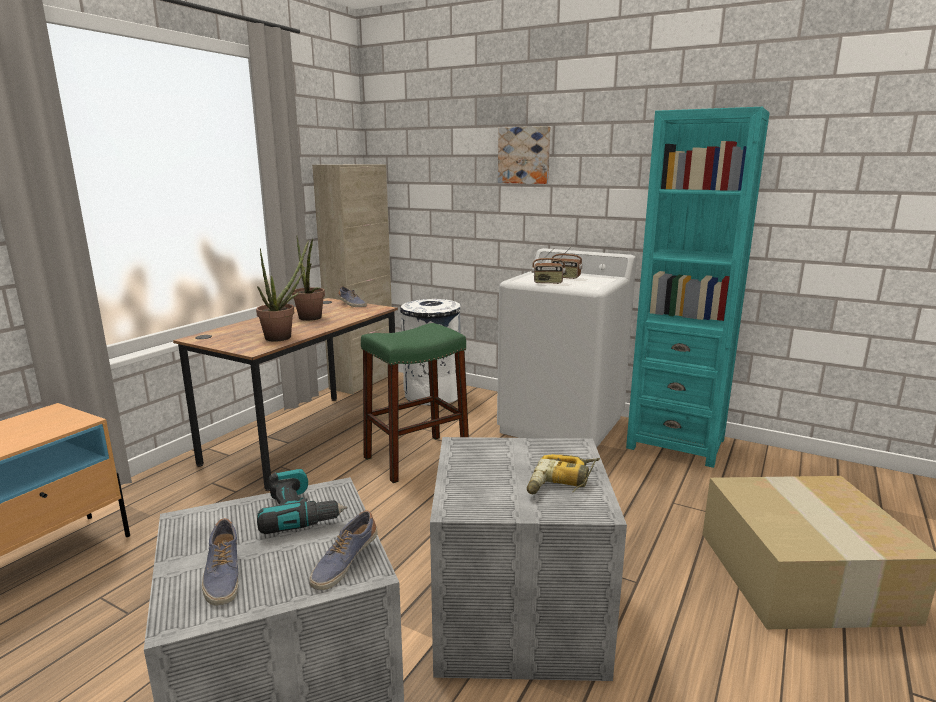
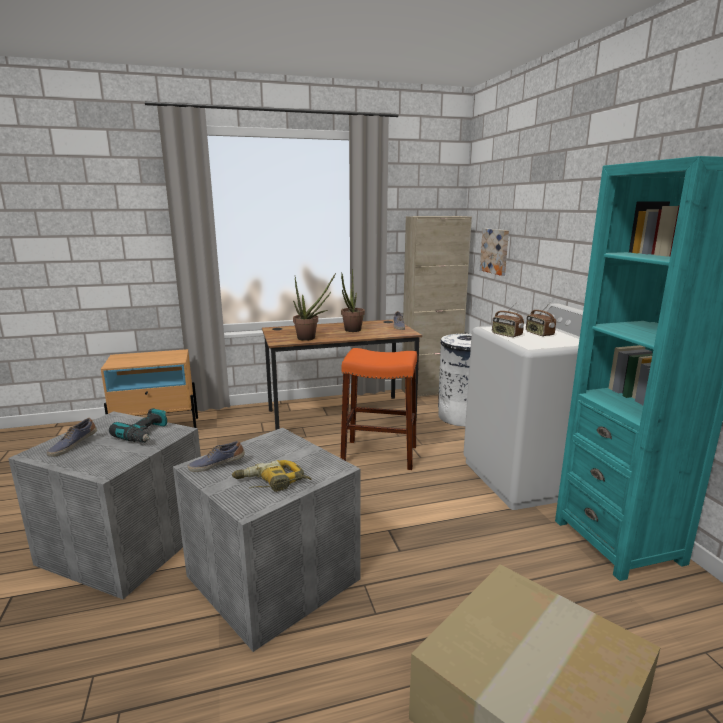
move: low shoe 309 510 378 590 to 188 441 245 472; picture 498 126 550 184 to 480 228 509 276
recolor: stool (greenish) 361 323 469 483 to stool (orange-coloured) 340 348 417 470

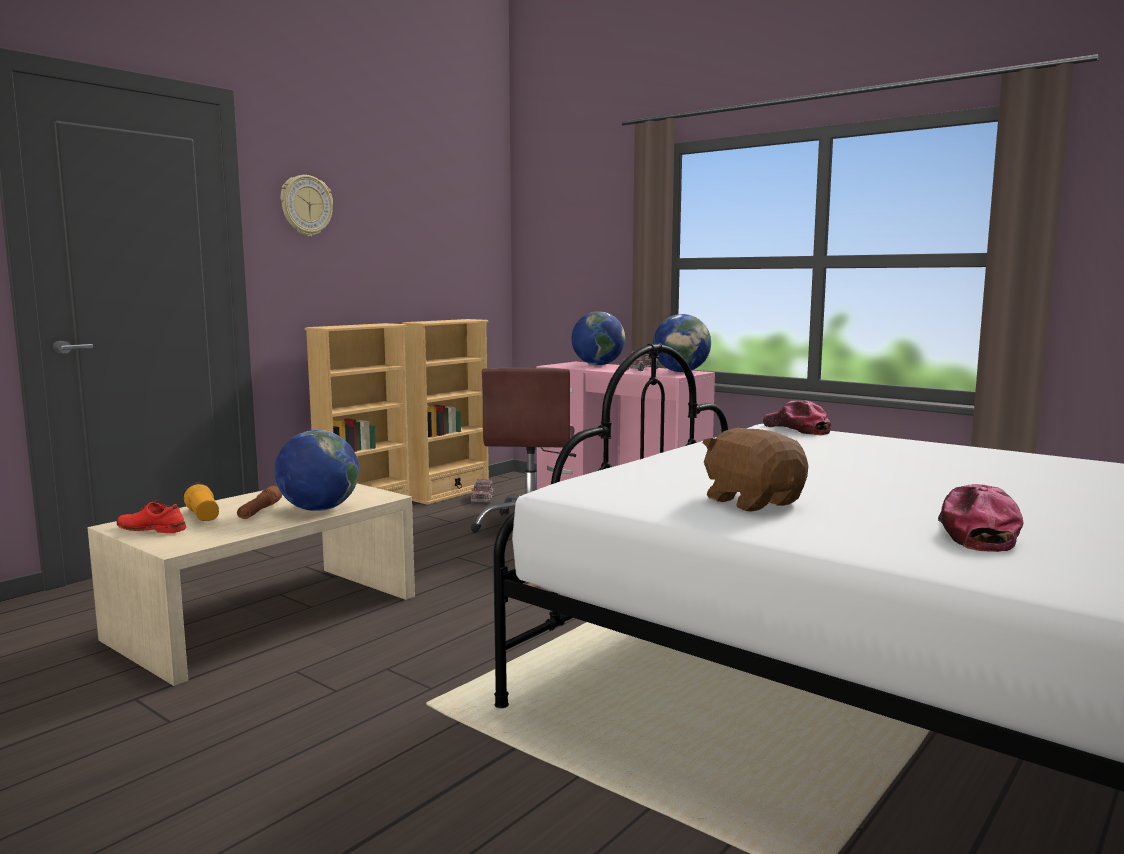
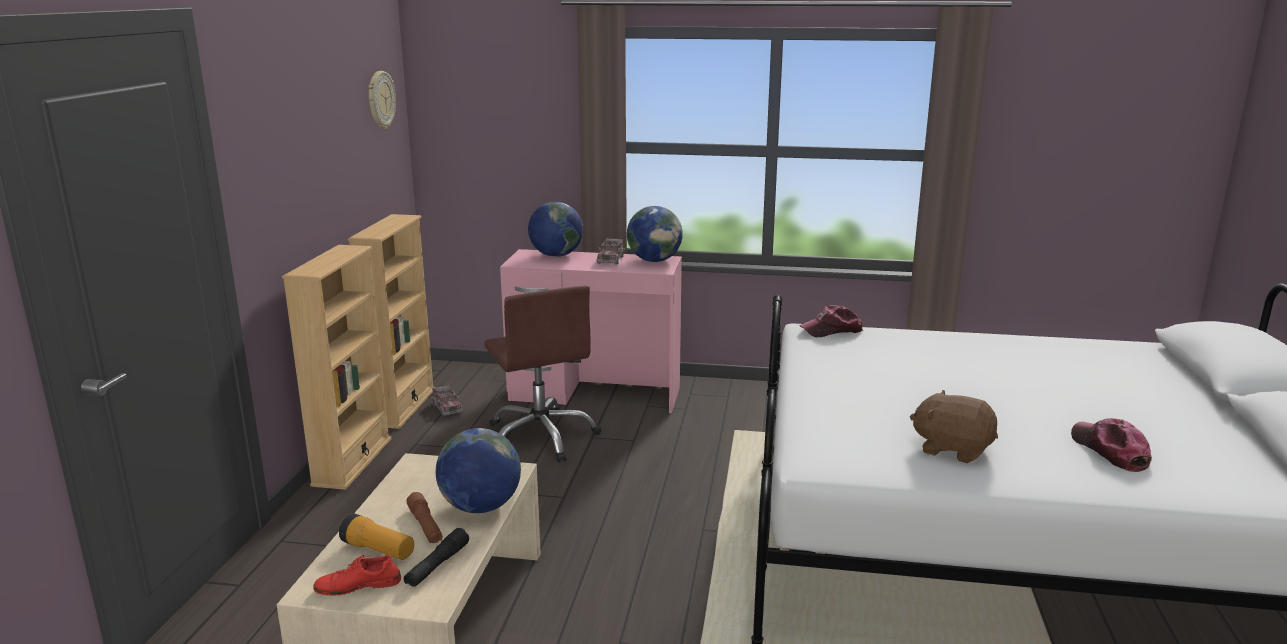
insert: hand torch (black) 404 528 469 587
move: wall clock 281 175 333 237 to 368 71 396 129
rotate: peaked cap 763 401 831 435 = 799 305 863 337 45 degrees counterclockwise

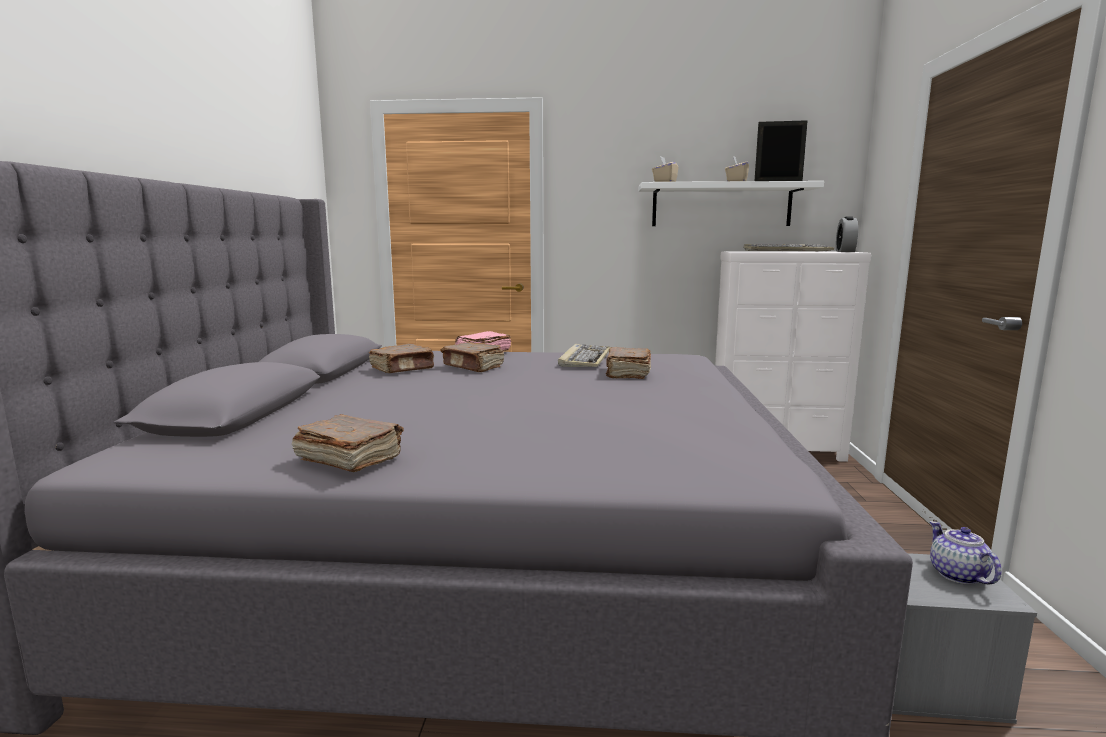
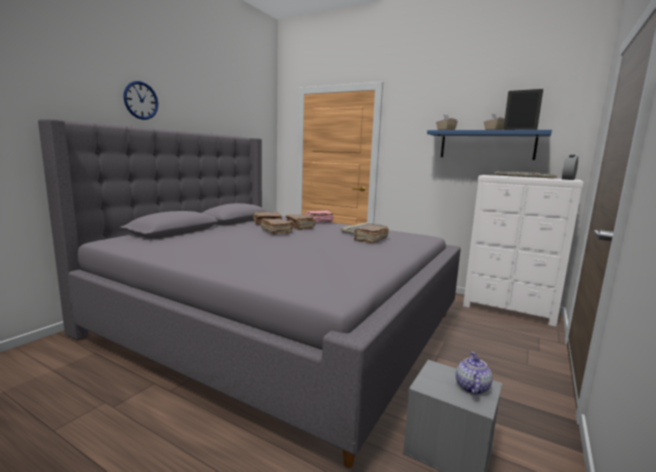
insert: wall clock 123 81 158 120
move: bound book (brown) 292 414 404 472 to 261 218 294 234
recolor: bracket shelf (whitish) 639 181 824 226 to bracket shelf (blue) 427 130 552 160

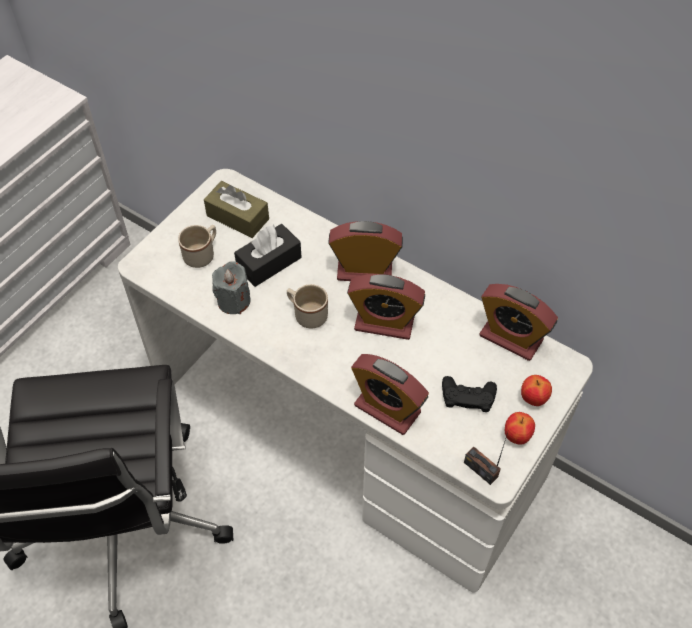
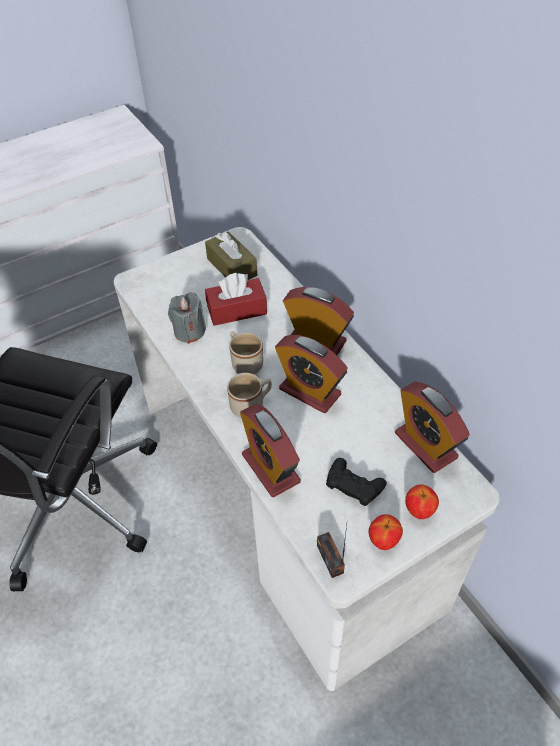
move: coffee mug (sand-coloured) 178 225 216 268 to 227 373 272 417
recolor: tissue box (black) 234 224 301 287 to tissue box (red-coloured) 205 273 267 326

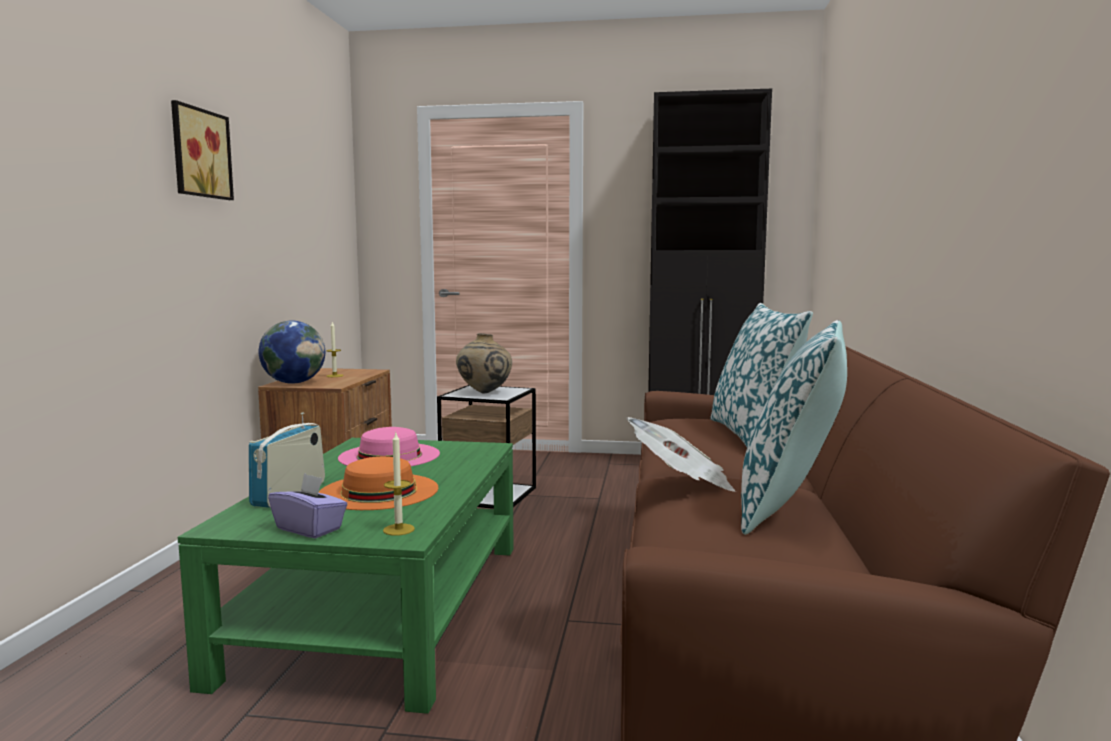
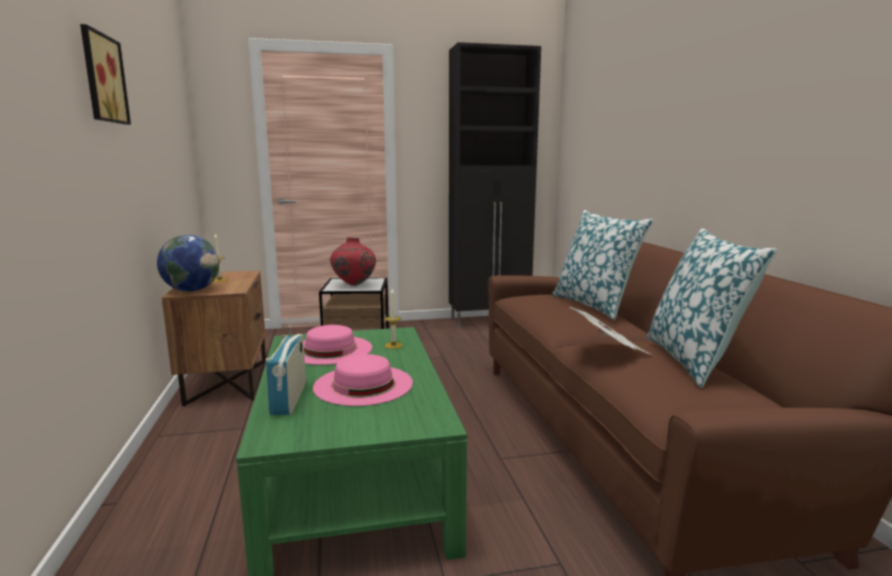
delete: tissue box (purplish) 268 473 348 538
move: wax candle 383 433 415 536 to 384 288 403 349
recolor: clothing hat (orange-coloured) 318 456 438 510 to clothing hat (pink) 313 354 413 406; decorative vase (sand-coloured) 456 333 512 393 to decorative vase (red-coloured) 330 237 376 286

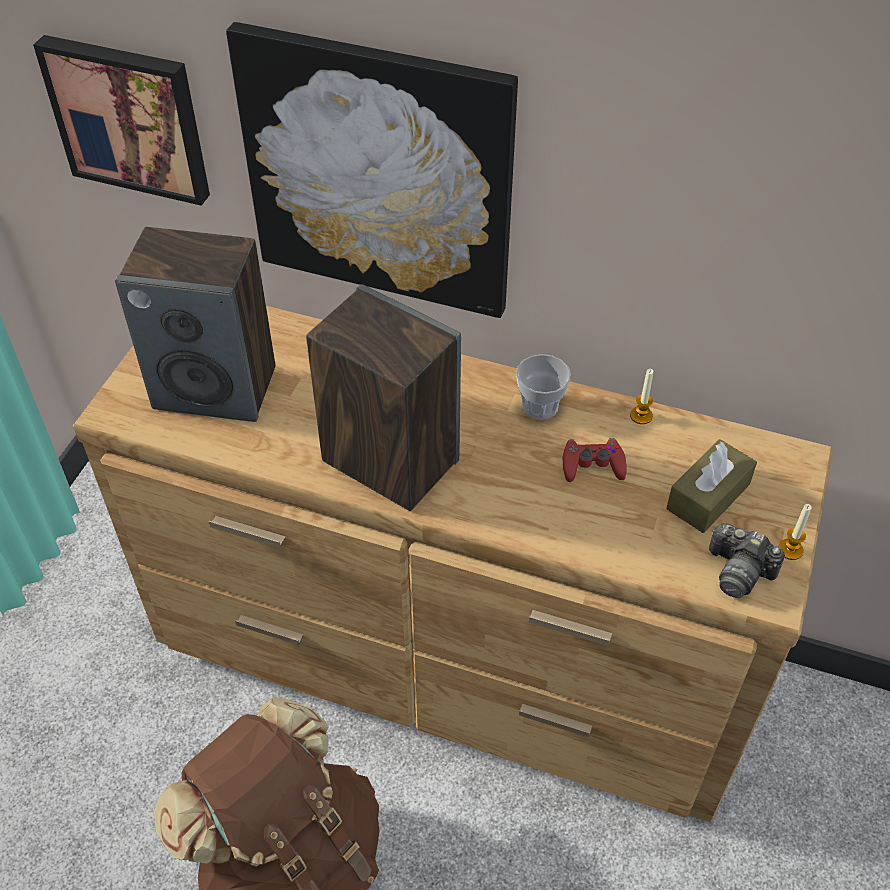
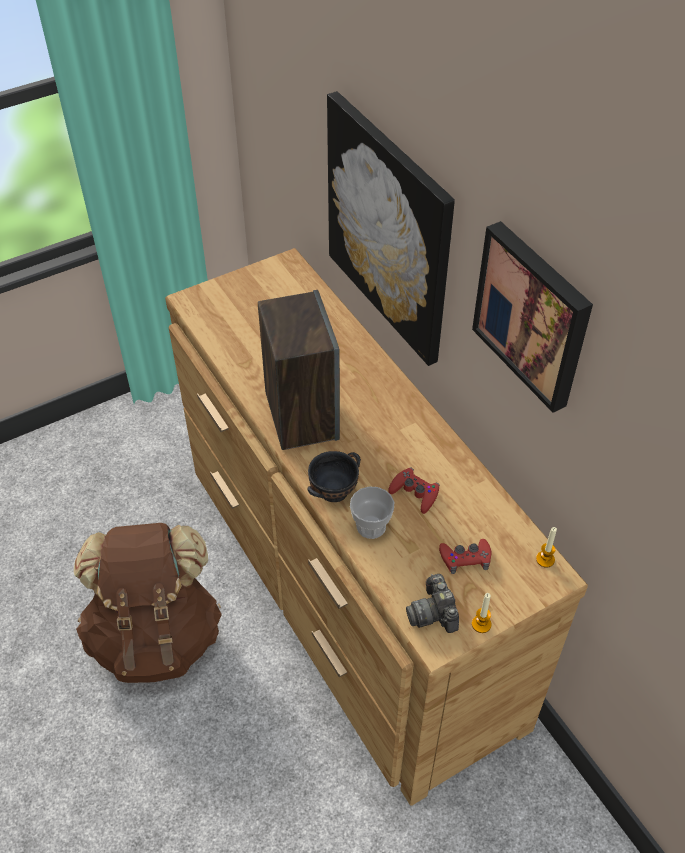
delete: speaker 115 227 275 422
insert: deep dish (black) 307 451 361 502
move: cup 516 354 571 419 to 350 486 394 539; picture 33 35 210 206 to 472 221 593 413; wax candle 630 369 653 424 to 536 527 557 568
replace: tissue box (brown) 666 439 757 533 to game controller (red-coloured) 439 539 491 574

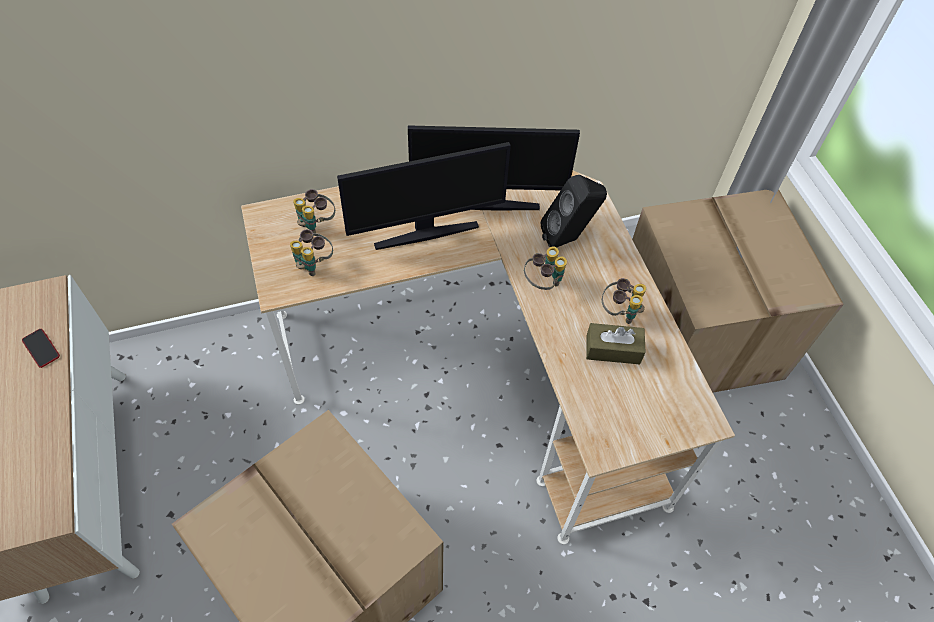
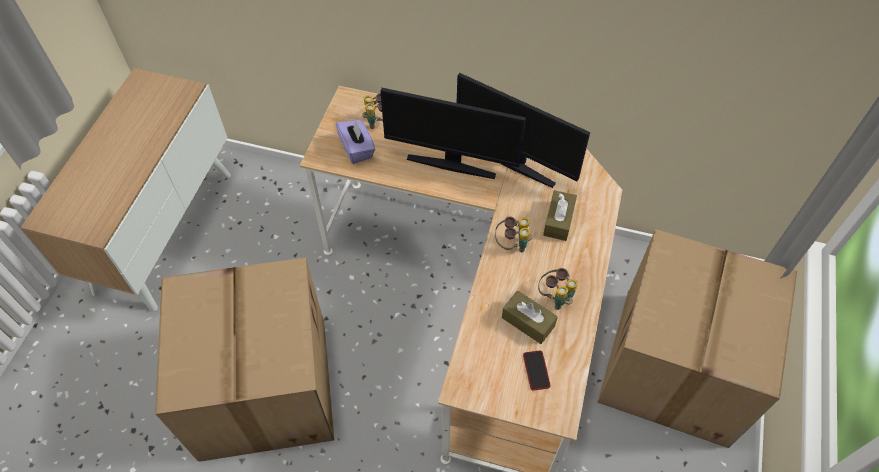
move: phone 22 329 60 368 to 523 351 551 390
replace: field glasses 290 229 333 276 to tissue box (purplish) 336 119 375 164; speaker (black) 540 175 607 247 to tissue box (brown) 543 190 577 241

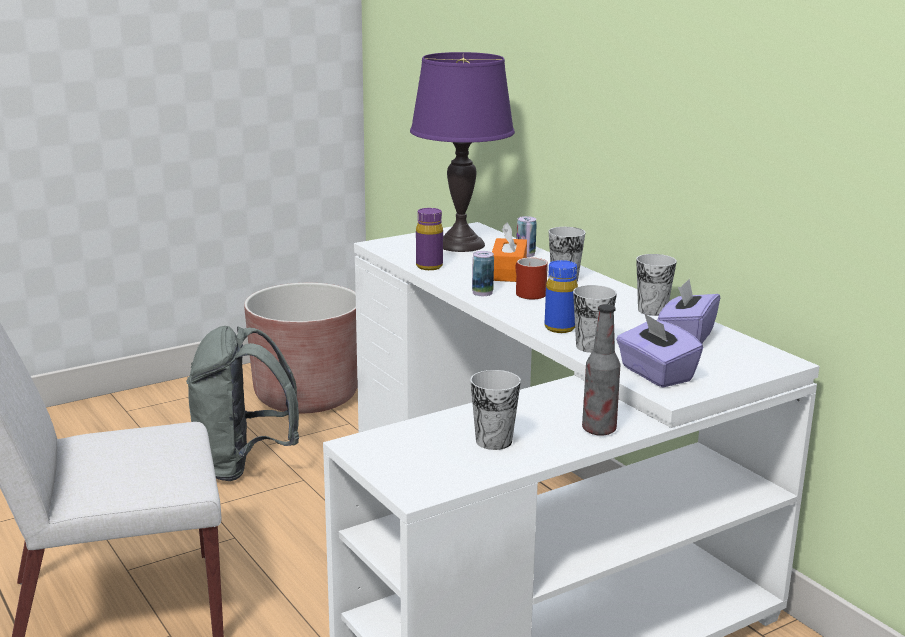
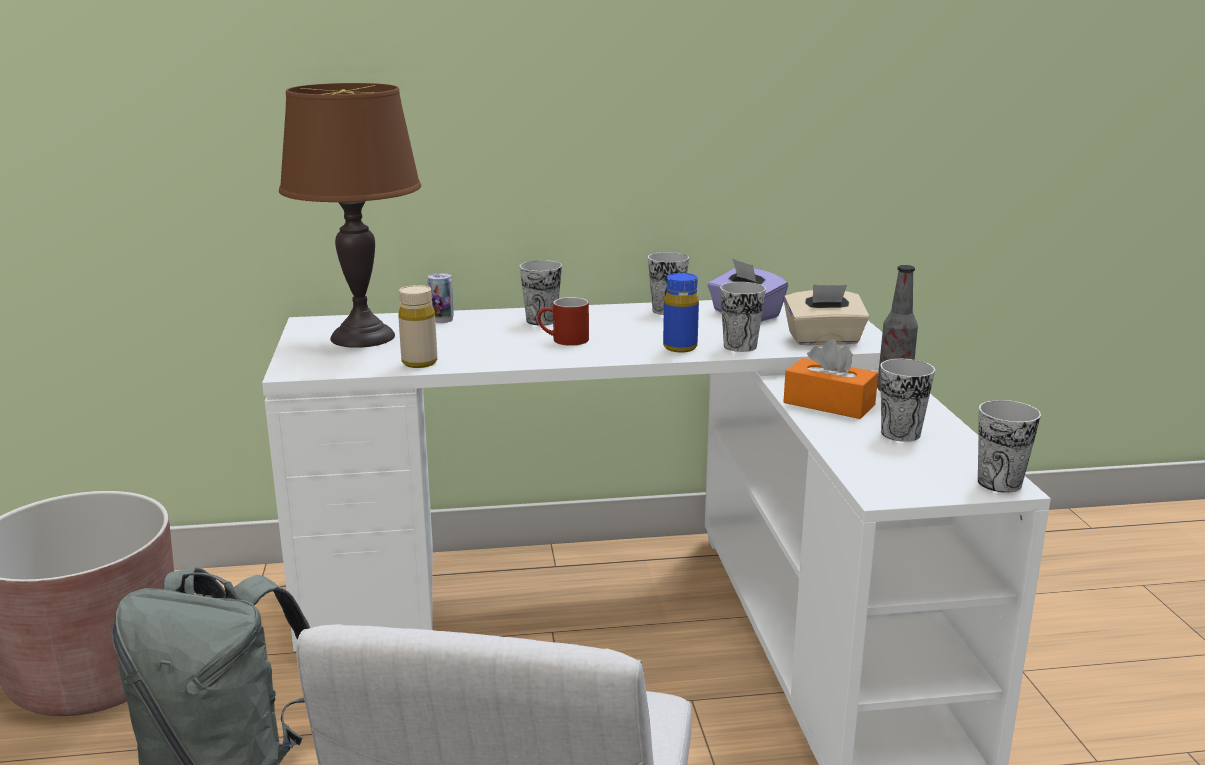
delete: can 472 251 494 296
insert: cup 978 400 1041 493
move: tissue box (orange-coloured) 492 223 527 282 to 784 339 878 419
recolor: table lamp (purplish) 410 52 515 252 to table lamp (brown) 279 83 421 348; bottle (purplish) 416 208 443 270 to bottle (sand-coloured) 398 285 437 368; tissue box (purplish) 616 313 703 388 to tissue box (sand-coloured) 784 284 869 345

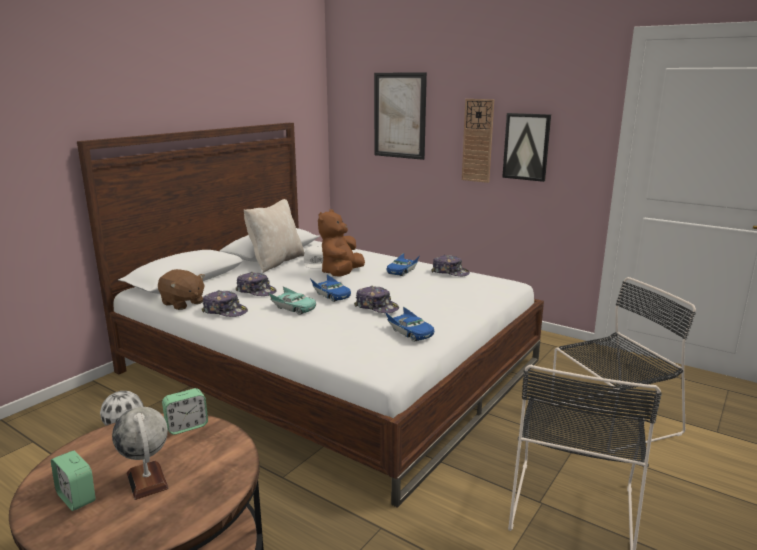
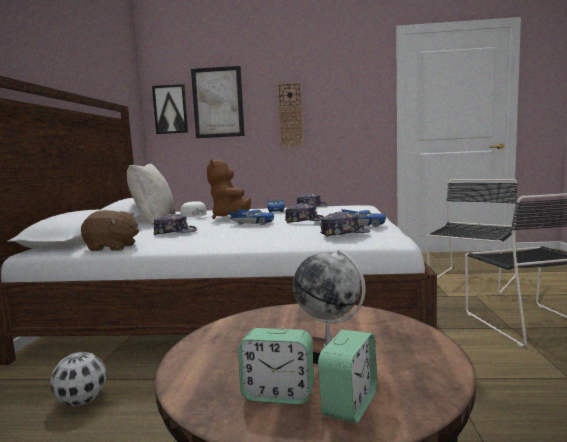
delete: model car (turquoise) 268 287 316 315
move: picture 502 113 551 182 to 152 84 188 134; bedside clock 162 388 208 435 to 318 330 377 423; peaked cap 202 290 248 317 to 320 211 370 237

